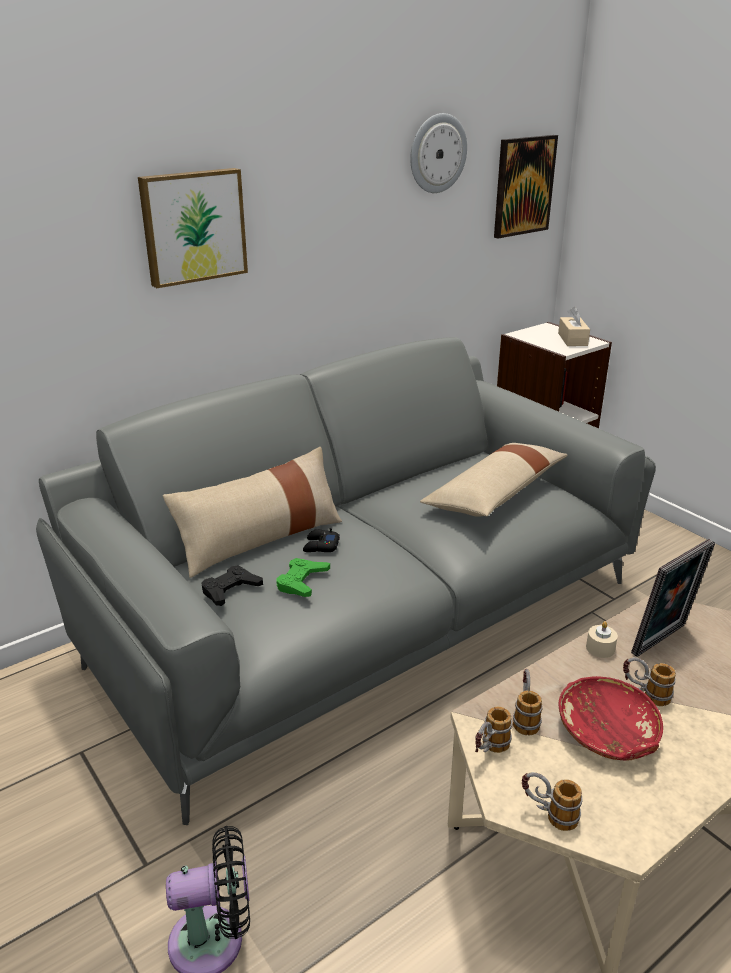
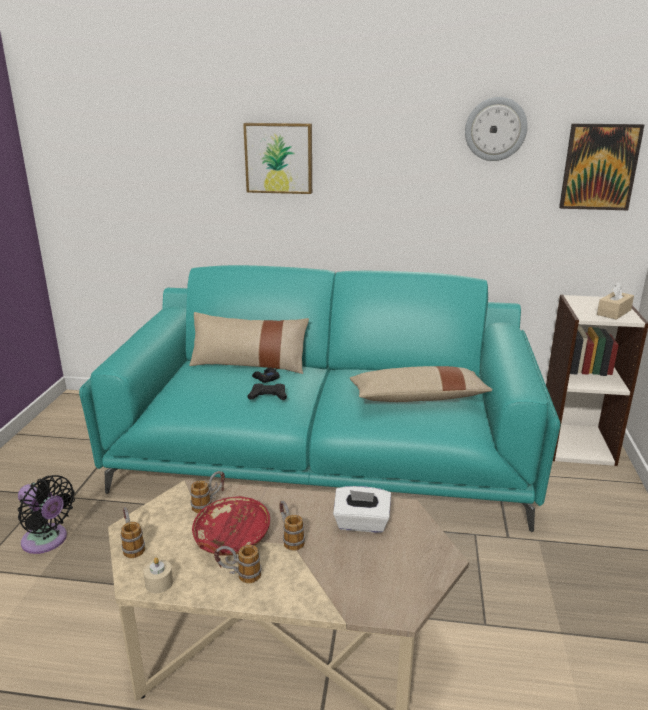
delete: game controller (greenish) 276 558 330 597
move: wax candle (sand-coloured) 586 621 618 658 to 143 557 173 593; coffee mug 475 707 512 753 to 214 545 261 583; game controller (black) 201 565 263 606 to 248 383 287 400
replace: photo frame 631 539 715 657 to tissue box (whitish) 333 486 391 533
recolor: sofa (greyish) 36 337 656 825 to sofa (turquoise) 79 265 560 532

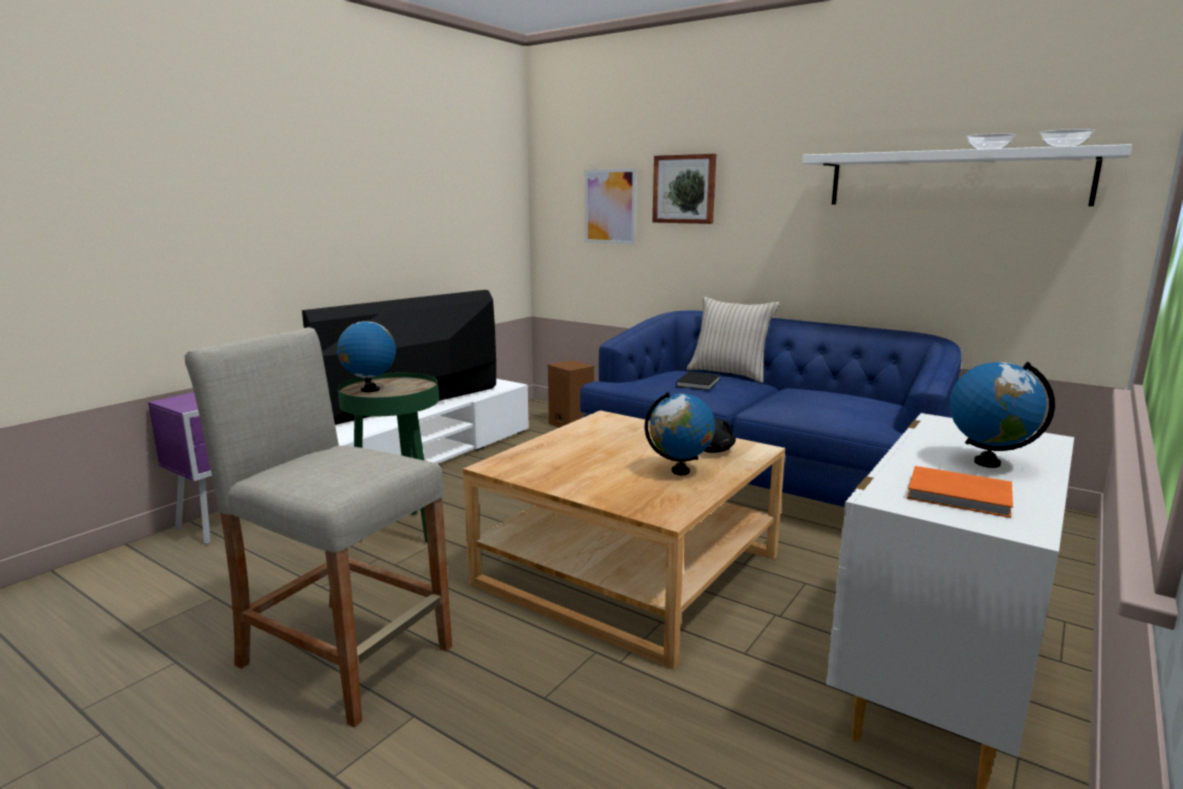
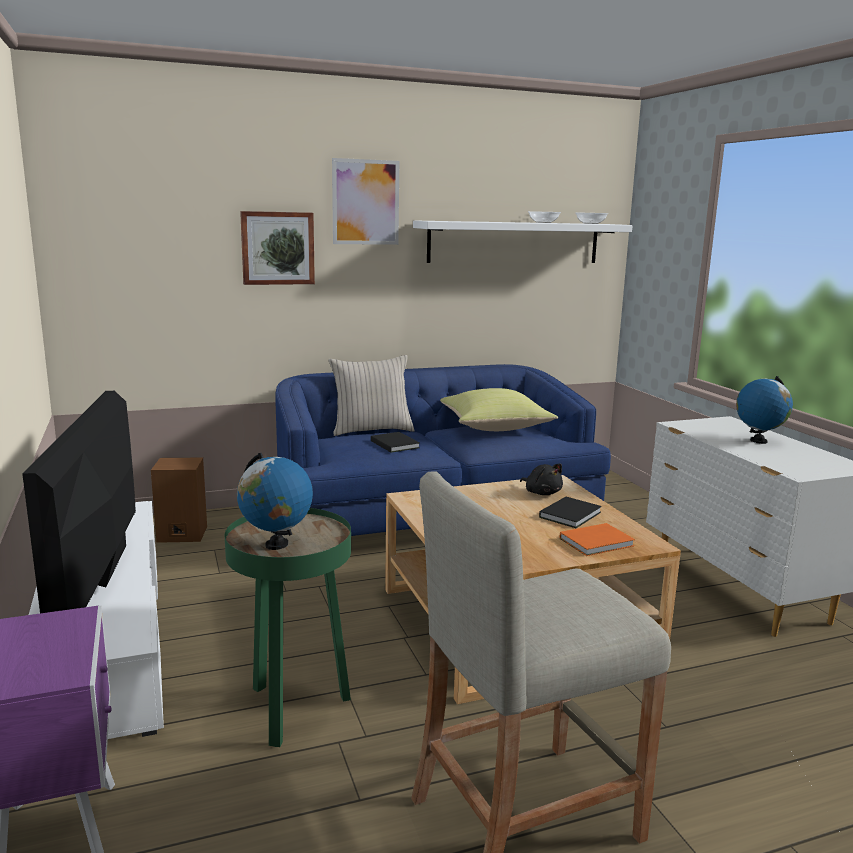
insert: throw pillow (yellowish) 440 388 558 431
move: picture 585 168 637 245 to 332 158 399 245; bound book (orange-coloured) 907 466 1013 518 to 560 523 635 556
replace: desk globe 645 392 715 475 to bound book (black) 539 497 602 528

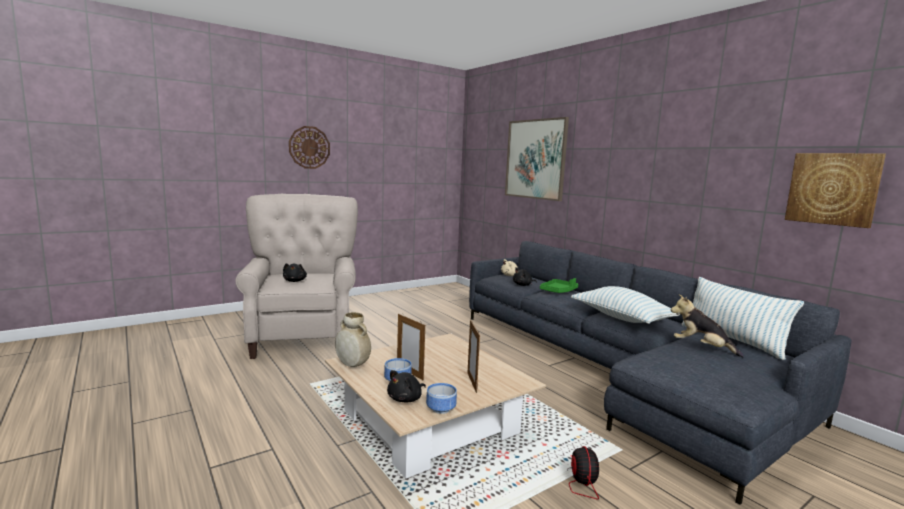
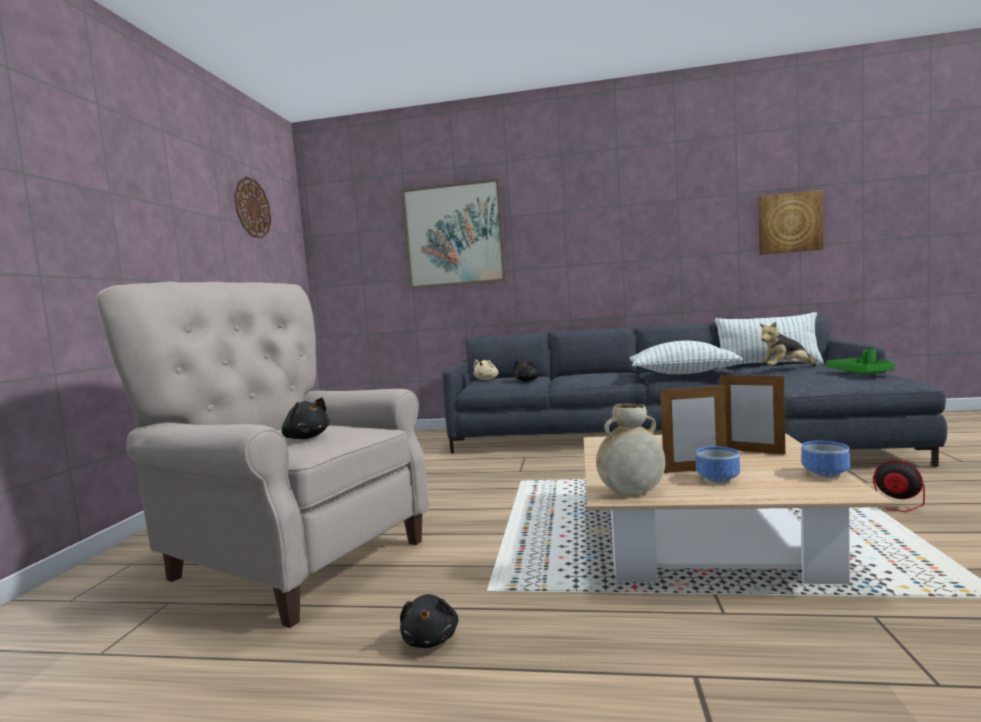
move: wall clock 289 126 330 169 to 234 176 271 239; cuddly toy (black) 387 370 426 402 to 400 594 458 648; tray (greenish) 540 278 578 293 to 826 349 895 374

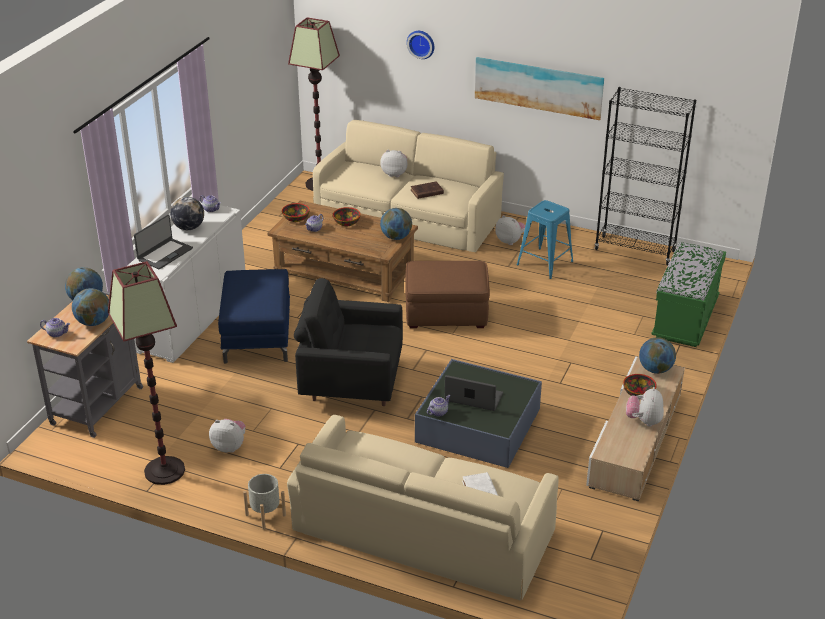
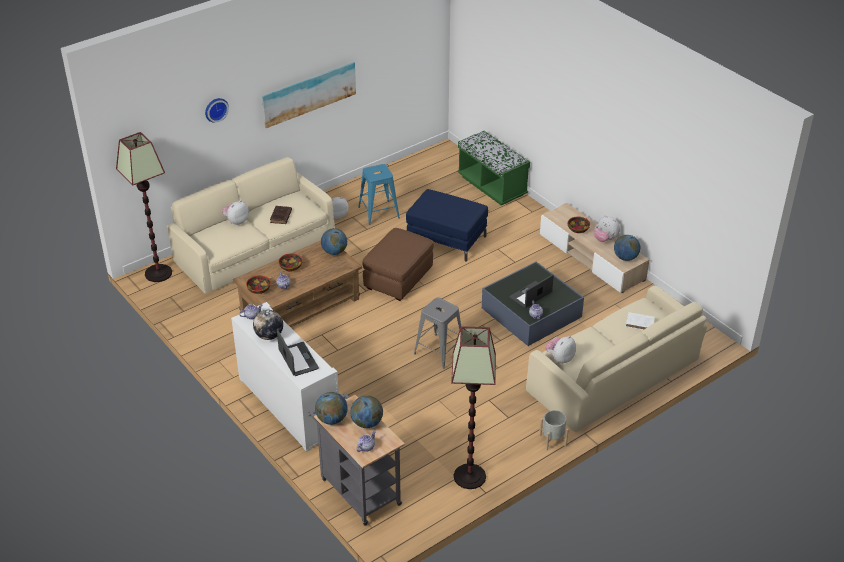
delete: bookshelf (black) 594 87 696 265
move: footrest (blue) 218 269 290 364 to 406 189 488 262; cuddly toy 209 419 245 453 to 545 336 576 364; desk globe 639 337 676 374 to 614 235 640 261
replace: easy chair (black) 294 278 403 406 to stool (greyish) 414 297 461 369

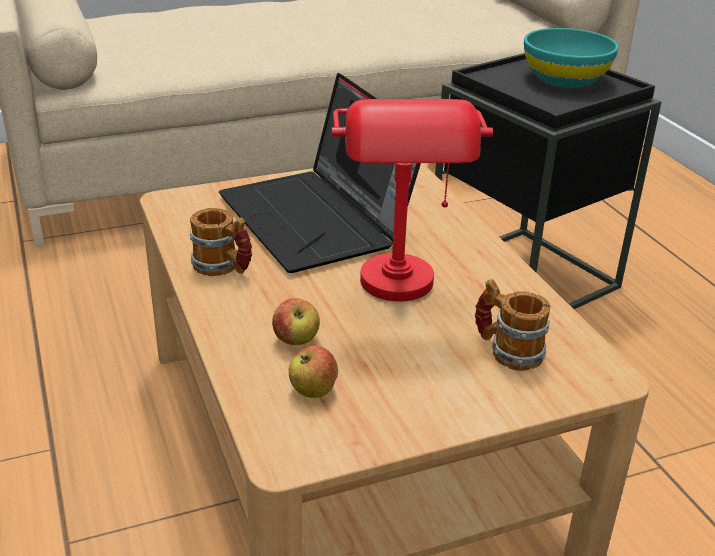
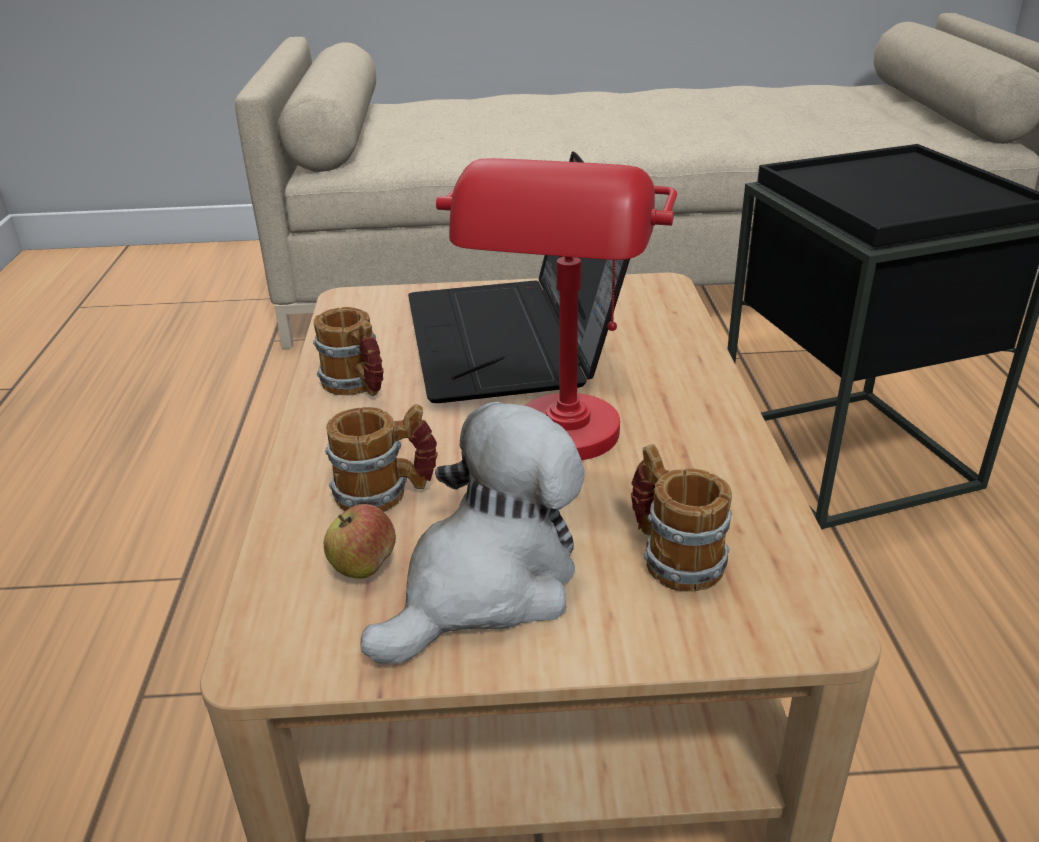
delete: deep dish (turquoise) 524 28 619 88
insert: cuddly toy 361 402 585 664
replace: apple 272 298 320 345 to coffee mug 325 404 438 512

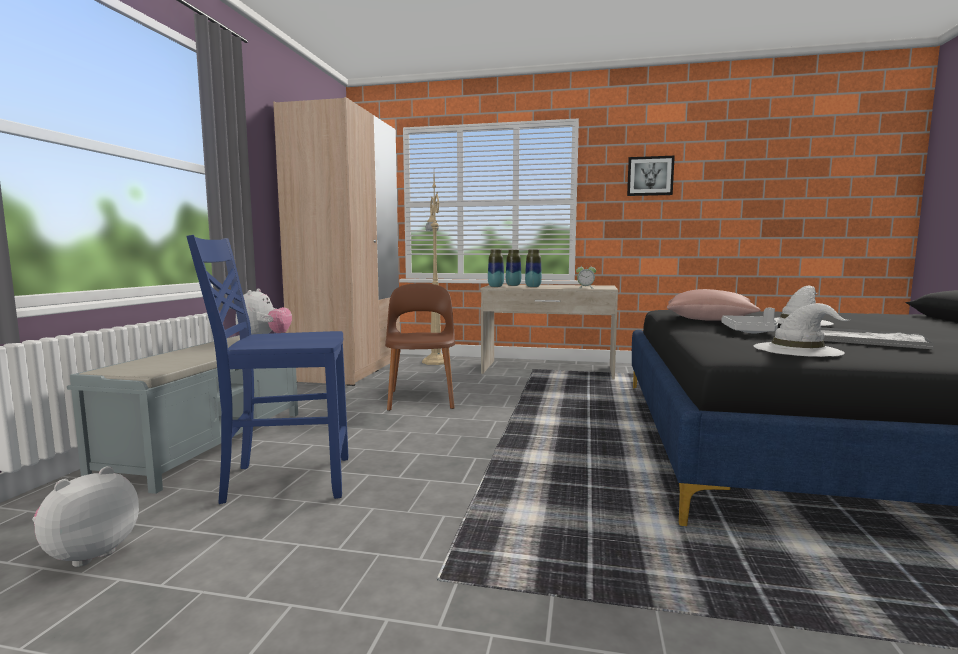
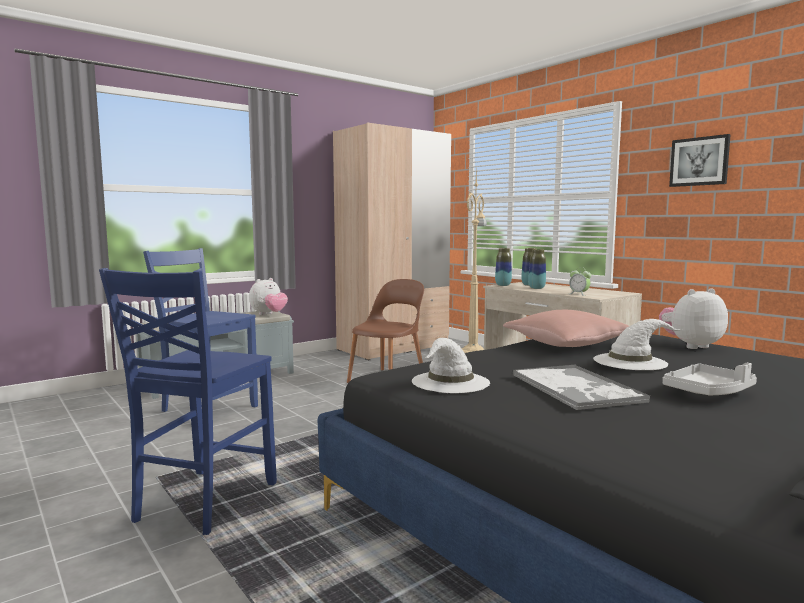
insert: chair (blue) 99 268 277 535
move: cuddly toy 32 466 139 567 to 659 288 728 349; tray (greyish) 721 308 778 333 to 662 363 757 395

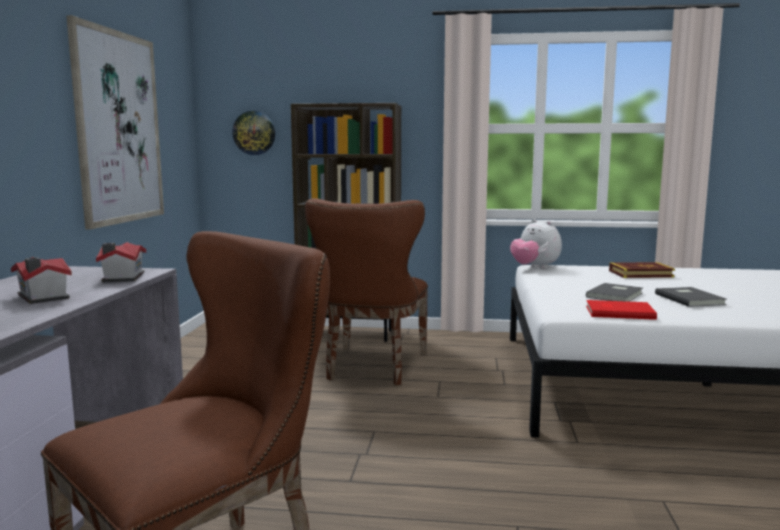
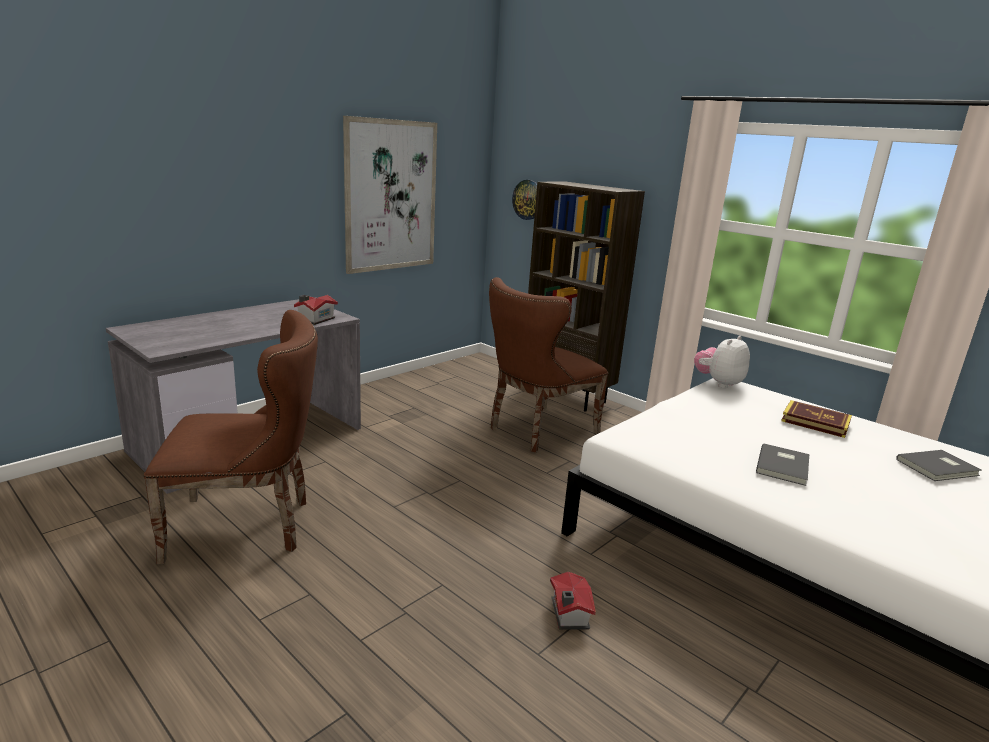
delete: bound book (red-coloured) 586 300 657 320
move: toy house 11 257 72 304 to 550 571 596 630; bound book (greyish) 586 283 643 302 to 896 450 982 481
rotate: cuddly toy 510 219 562 269 = 694 336 750 388 45 degrees clockwise

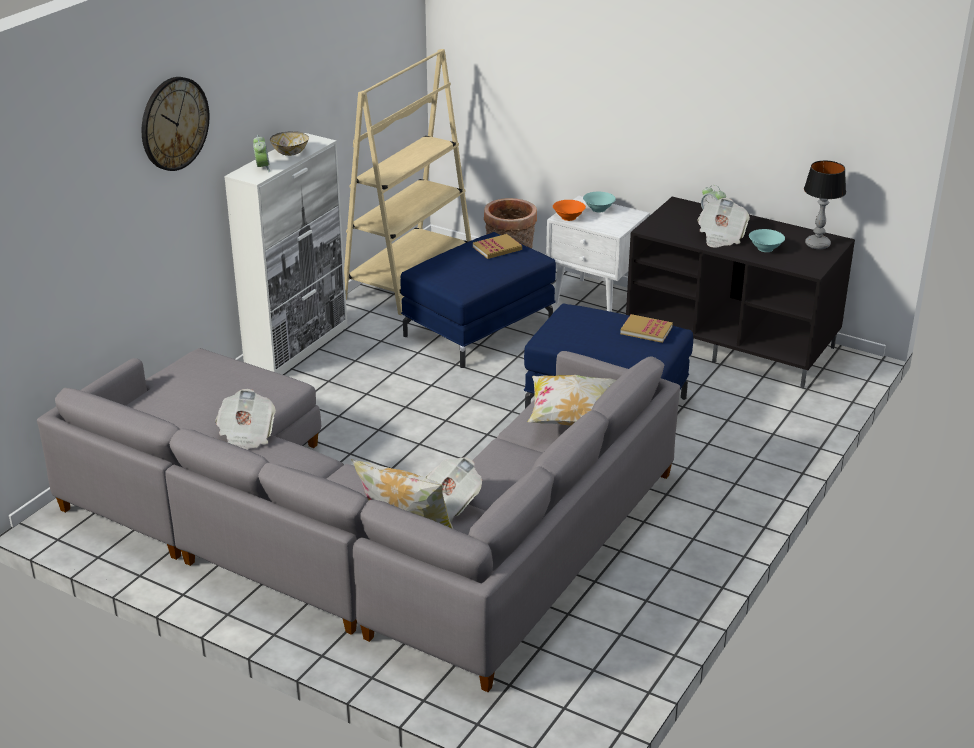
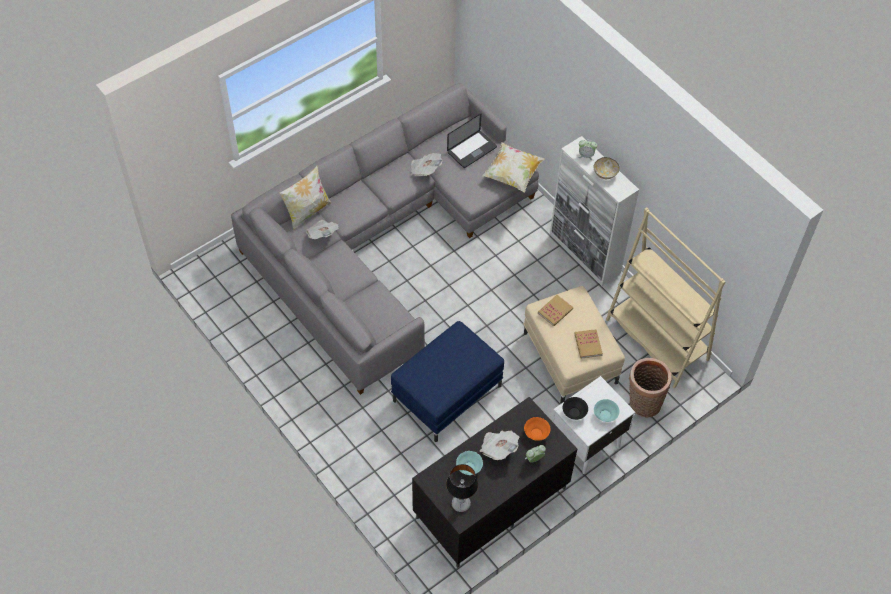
delete: wall clock 141 77 209 171
insert: laptop 447 113 497 168; deep dish (black) 563 397 588 420
move: throw pillow 528 375 616 426 to 482 142 545 193; deep dish (orange-coloured) 553 200 586 221 to 524 417 551 441; bound book 620 314 673 343 to 538 295 573 326
recolor: footrest (blue) 401 232 556 368 to footrest (sand-coloured) 523 286 625 403

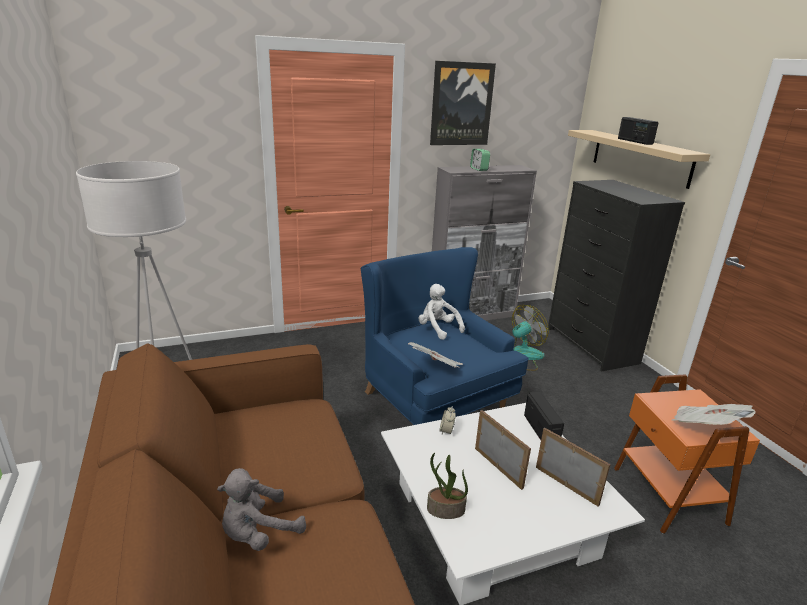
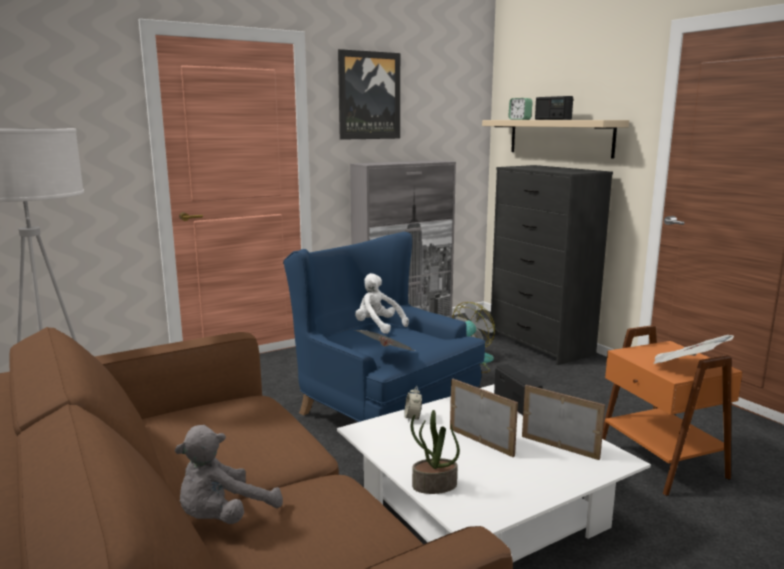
move: bedside clock 470 149 490 171 to 508 98 533 120

